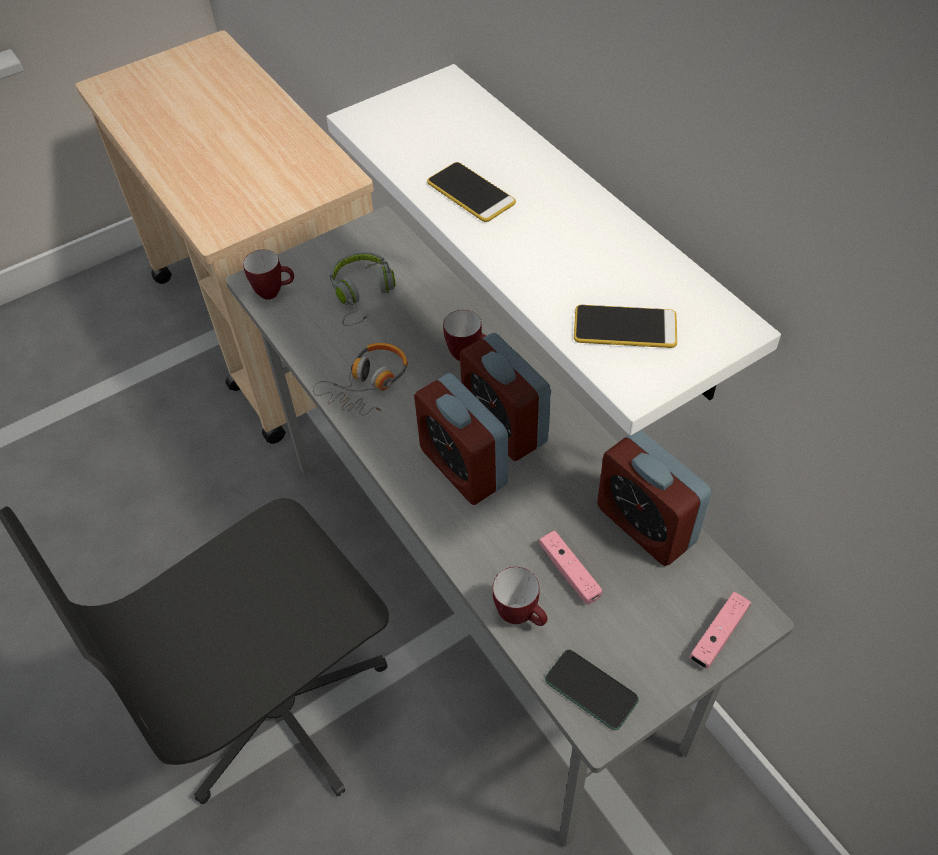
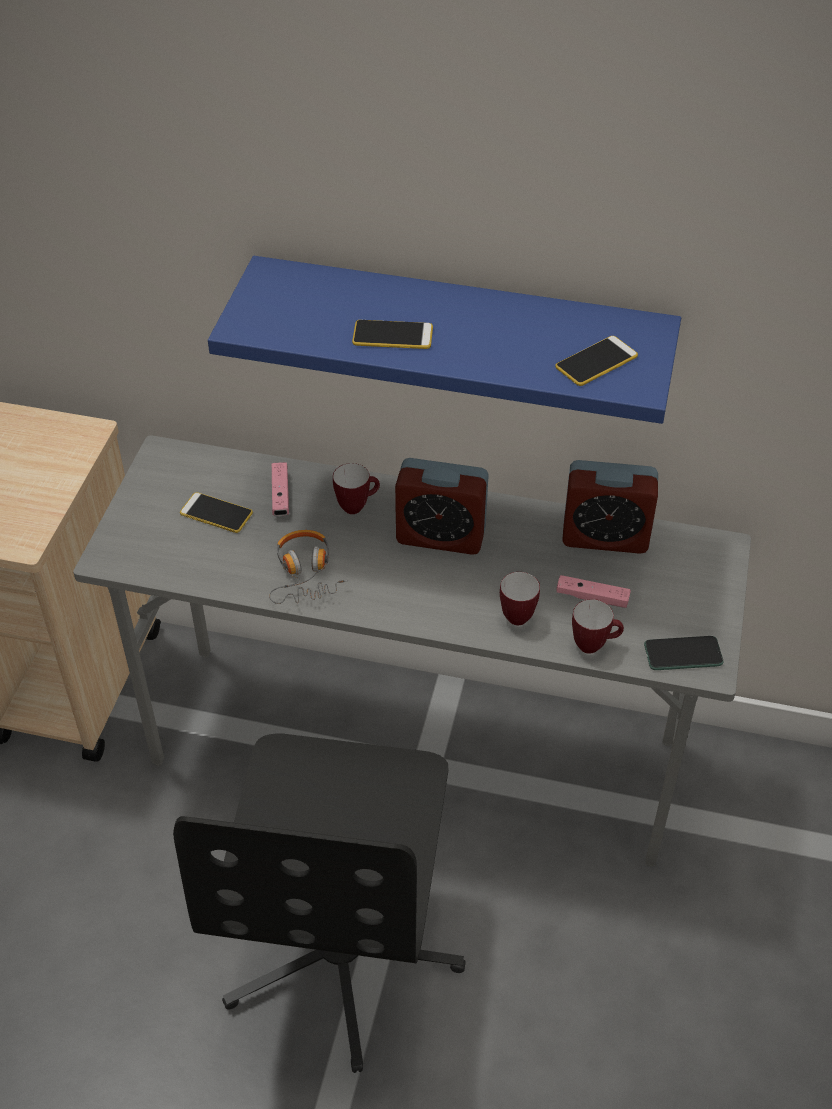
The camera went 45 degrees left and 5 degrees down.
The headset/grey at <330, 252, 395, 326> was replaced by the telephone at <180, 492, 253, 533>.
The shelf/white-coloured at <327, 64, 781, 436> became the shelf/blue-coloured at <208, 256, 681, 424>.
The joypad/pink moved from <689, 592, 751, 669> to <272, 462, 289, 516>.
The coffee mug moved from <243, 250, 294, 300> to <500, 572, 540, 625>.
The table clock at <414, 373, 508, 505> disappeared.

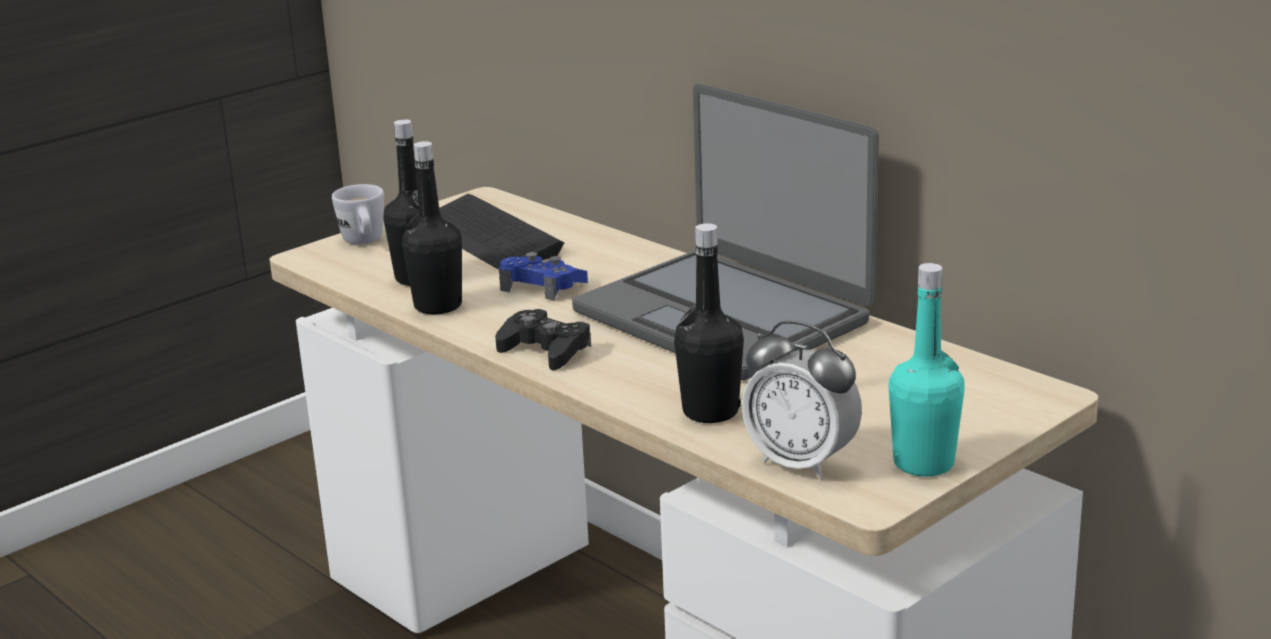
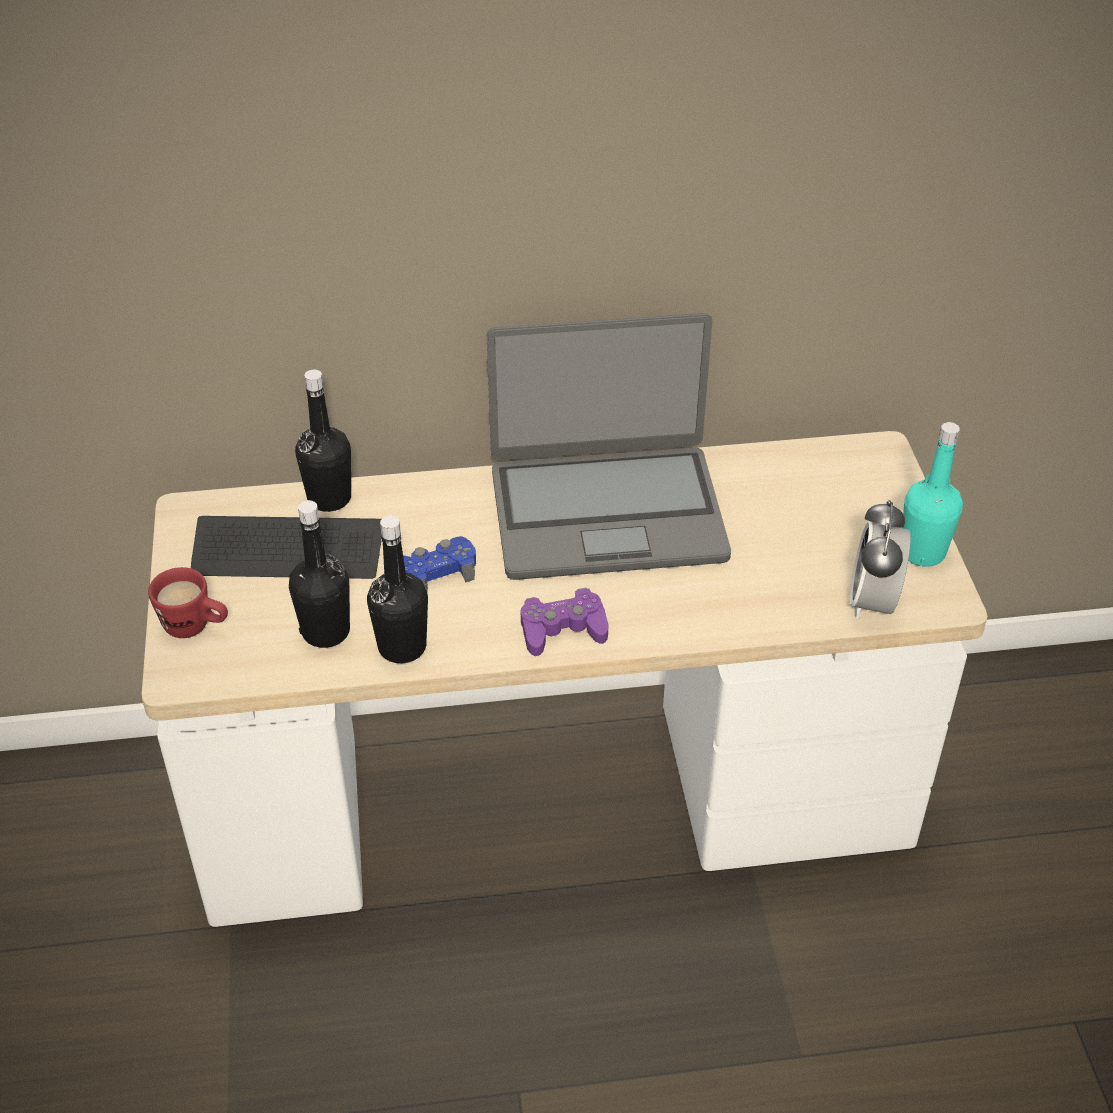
The camera went 55 degrees left and 20 degrees up.
The coffee mug/white-coloured at <332, 184, 384, 244> became the coffee mug/red at <148, 567, 228, 638>.
The beverage bottle/black moved from <674, 223, 744, 423> to <295, 370, 351, 512>.
The joypad/black at <495, 309, 591, 370> became the joypad/purplish at <521, 588, 608, 656>.
The table clock at <742, 320, 862, 479> turned 120 degrees clockwise.

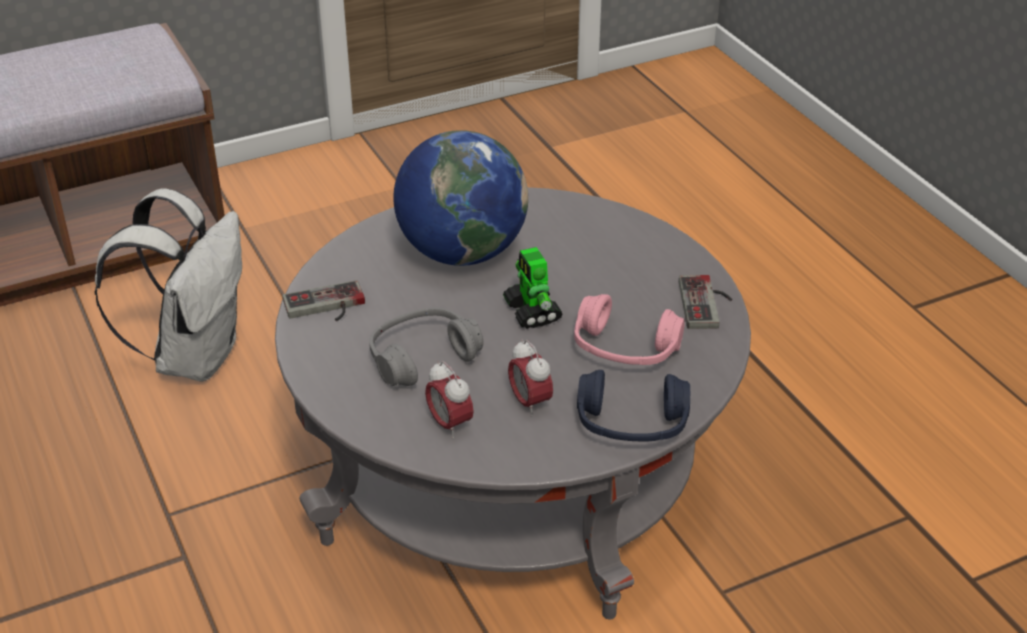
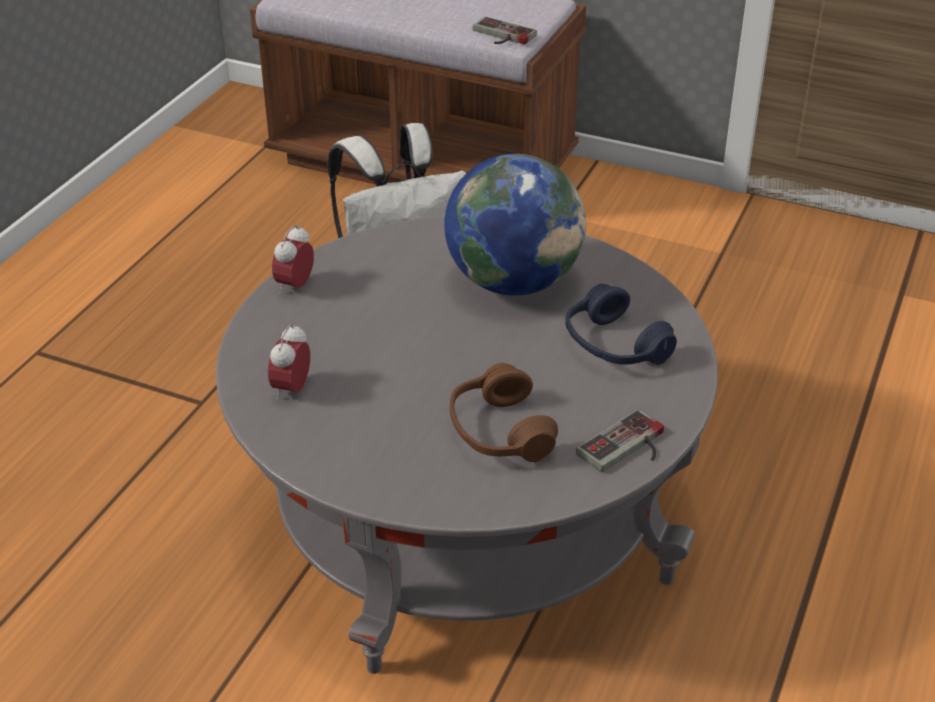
The camera went 50 degrees right and 0 degrees up.
The table clock moved from <508, 339, 553, 417> to <272, 225, 314, 294>.
The headset/pink at <574, 294, 685, 365> became the headset/brown-coloured at <449, 363, 558, 462>.
The joypad moved from <282, 280, 365, 321> to <473, 17, 537, 45>.
The headset/blue-coloured moved from <577, 370, 690, 442> to <565, 284, 677, 365>.
The headset/grey at <369, 307, 483, 386> disappeared.
The model robot at <503, 247, 563, 329> disappeared.

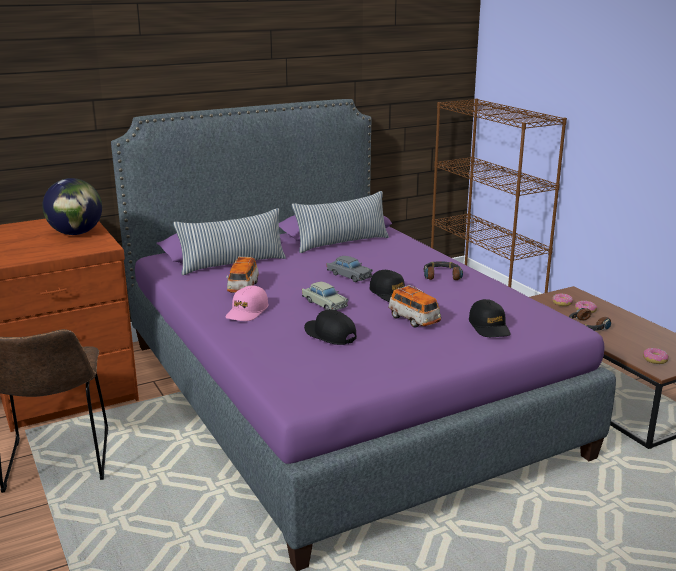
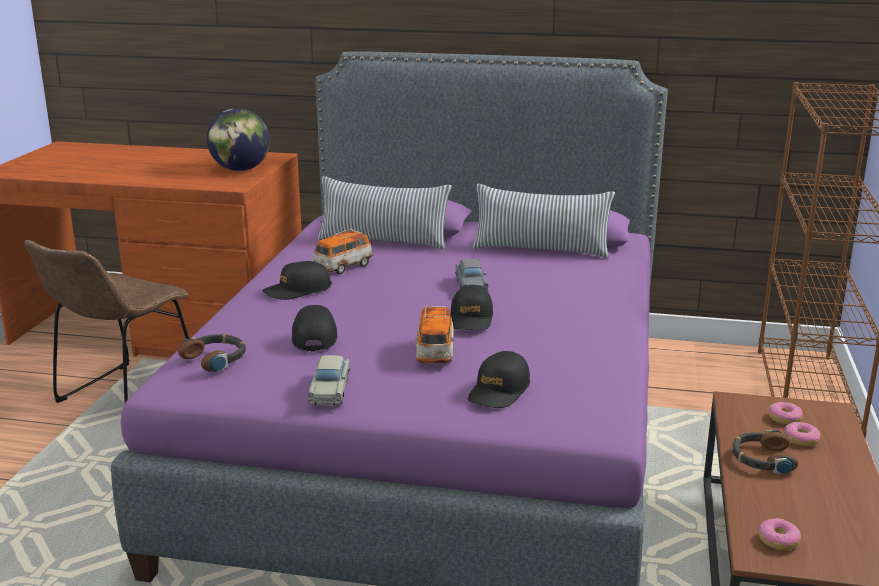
The camera went 40 degrees right and 0 degrees up.
The headset moved from <423, 261, 463, 280> to <178, 334, 246, 372>.
The peaked cap/pink at <226, 286, 269, 321> became the peaked cap/black at <262, 261, 332, 300>.
The miniature car/sand-coloured moved from <302, 281, 348, 311> to <308, 355, 350, 406>.

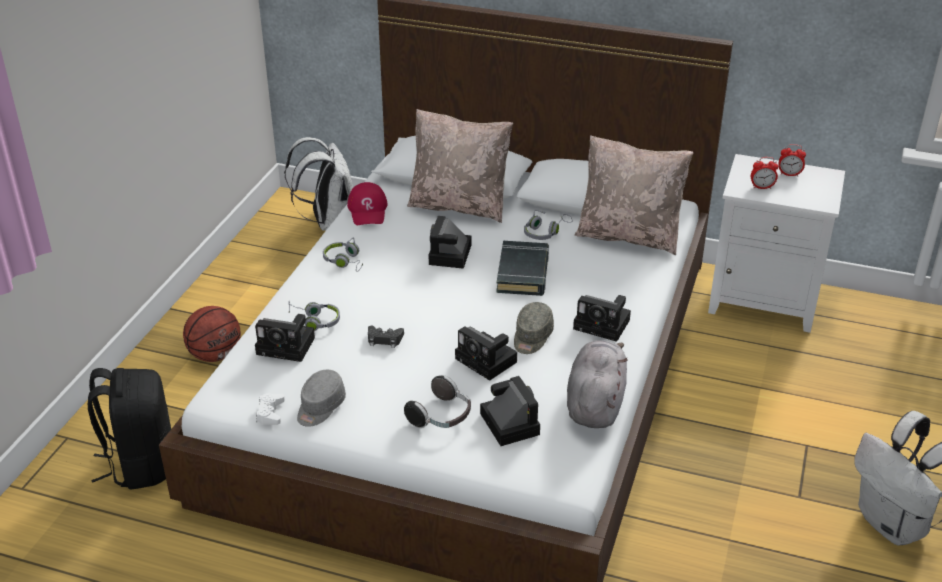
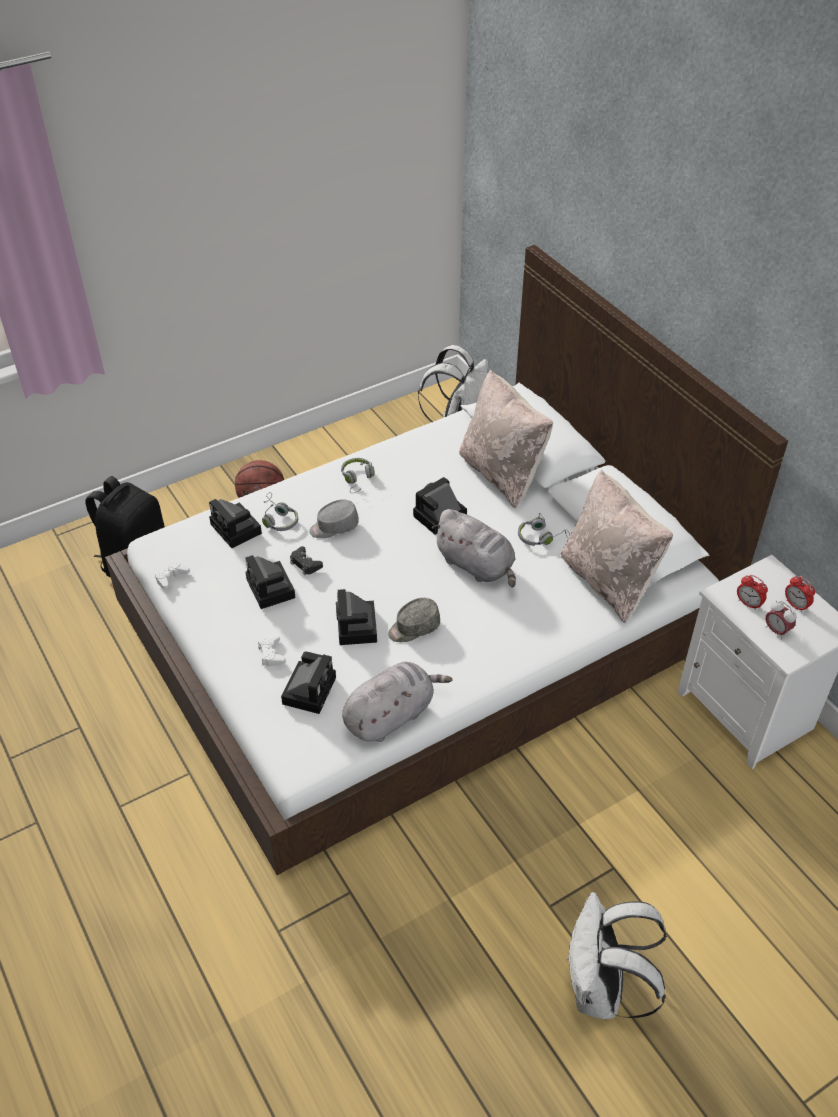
The camera went 40 degrees right and 10 degrees up.
The still camera moved from <573, 295, 631, 342> to <245, 555, 295, 609>.
The headset at <404, 375, 471, 428> was replaced by the joypad/white-coloured at <258, 634, 286, 666>.
The peaked cap/grey moved from <297, 369, 346, 427> to <309, 499, 359, 539>.
The bound book/black at <496, 241, 549, 296> was replaced by the soft toy/grey at <432, 509, 516, 588>.
The table clock at <766, 600, 796, 639> appeared.
The peaked cap/red at <347, 182, 388, 225> disappeared.

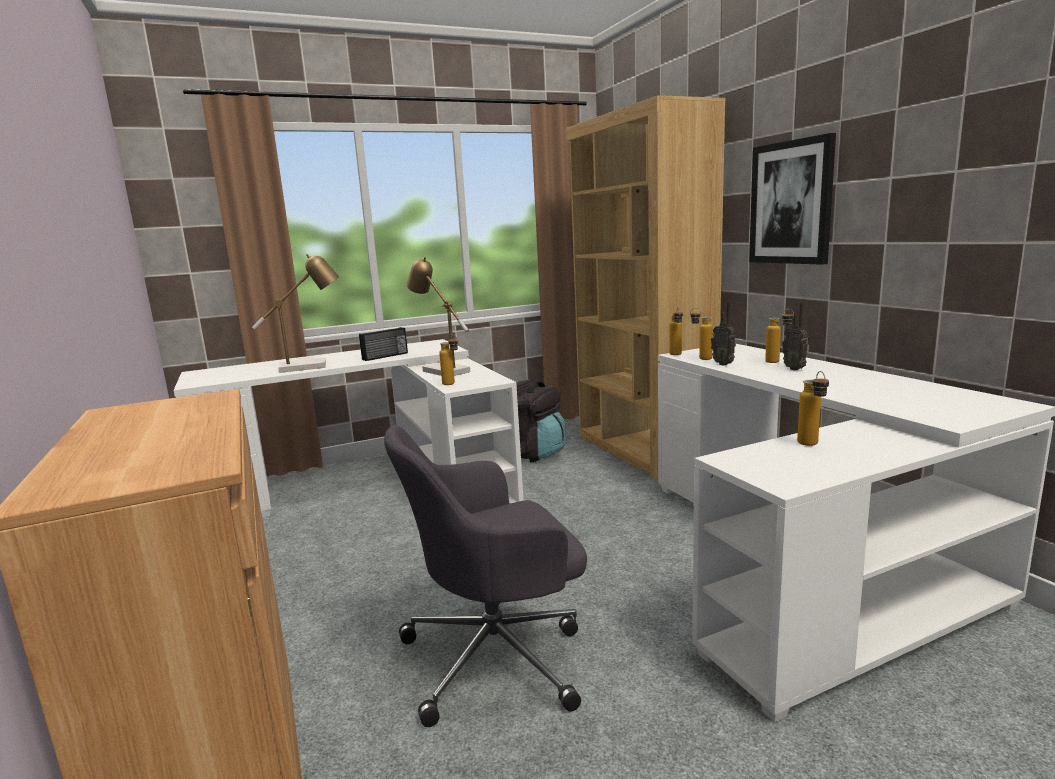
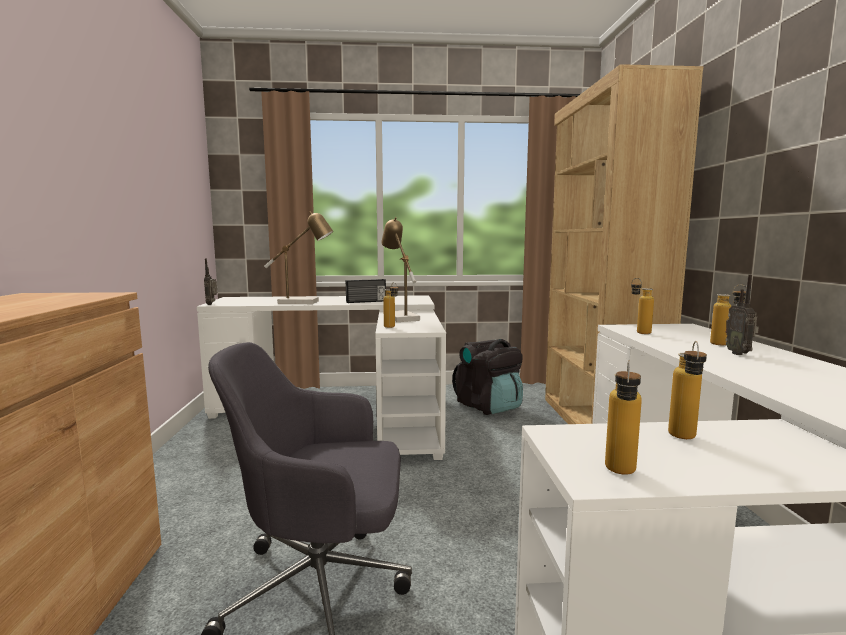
The camera went 20 degrees right and 5 degrees down.
The radio receiver moved from <711, 301, 736, 366> to <204, 259, 217, 305>.
The beverage bottle moved from <669, 307, 683, 355> to <605, 360, 642, 475>.
The wall art at <749, 133, 836, 265> disappeared.

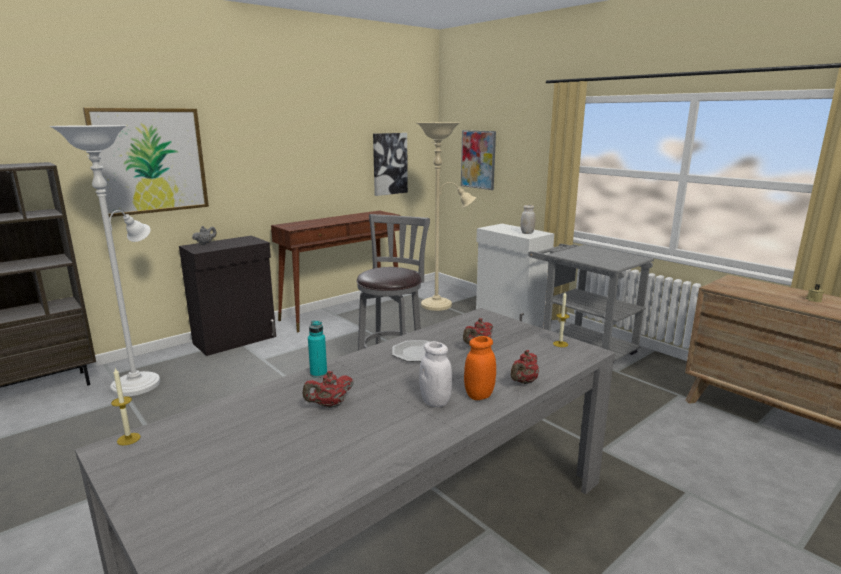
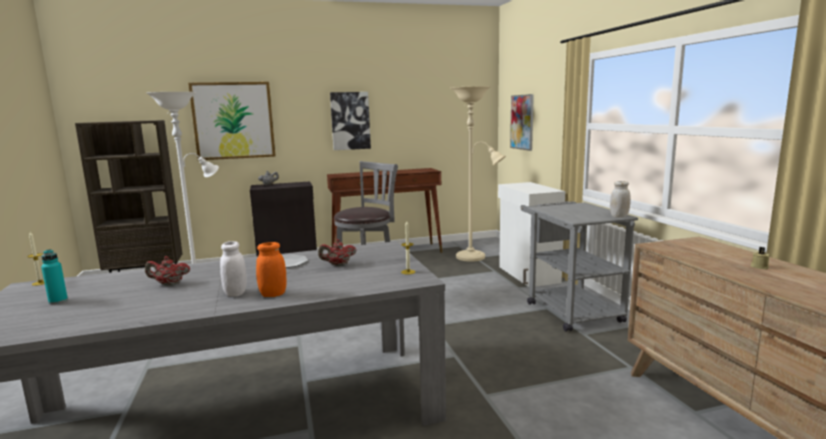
The camera went 25 degrees right and 5 degrees down.
The beverage bottle/turquoise-coloured moved from <308, 320, 327, 378> to <41, 249, 68, 304>.
The wall art moved from <373, 133, 408, 196> to <330, 92, 371, 150>.
The storage jar/white-coloured moved from <520, 205, 535, 234> to <610, 181, 631, 218>.
The pot for tea/red at <511, 350, 539, 384> disappeared.

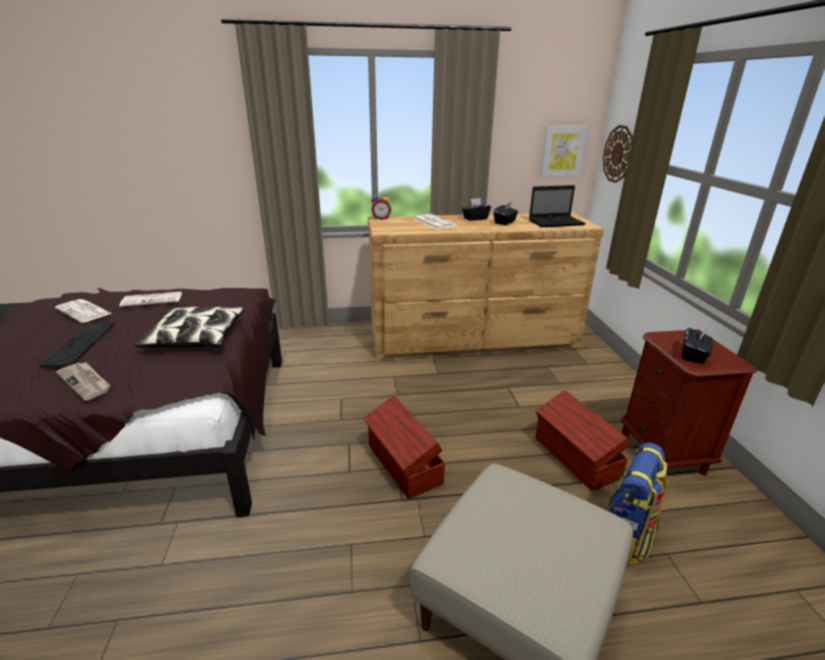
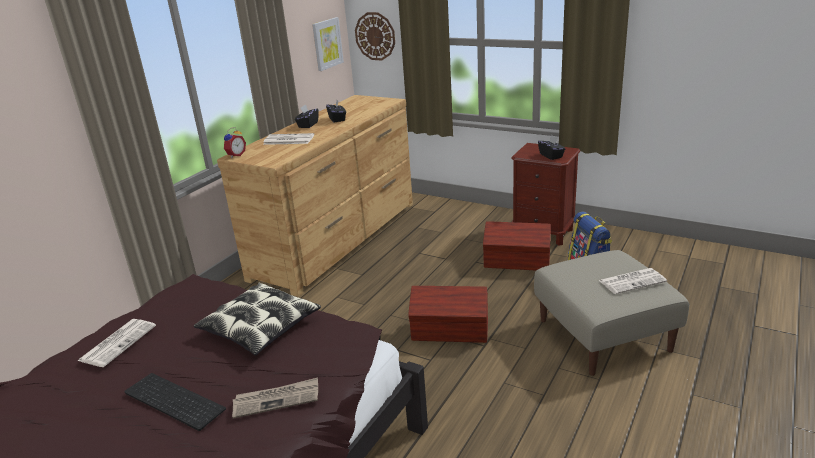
The camera went 50 degrees left and 0 degrees up.
The daily paper moved from <55, 299, 112, 323> to <599, 268, 667, 294>.
The laptop at <529, 185, 586, 227> disappeared.

